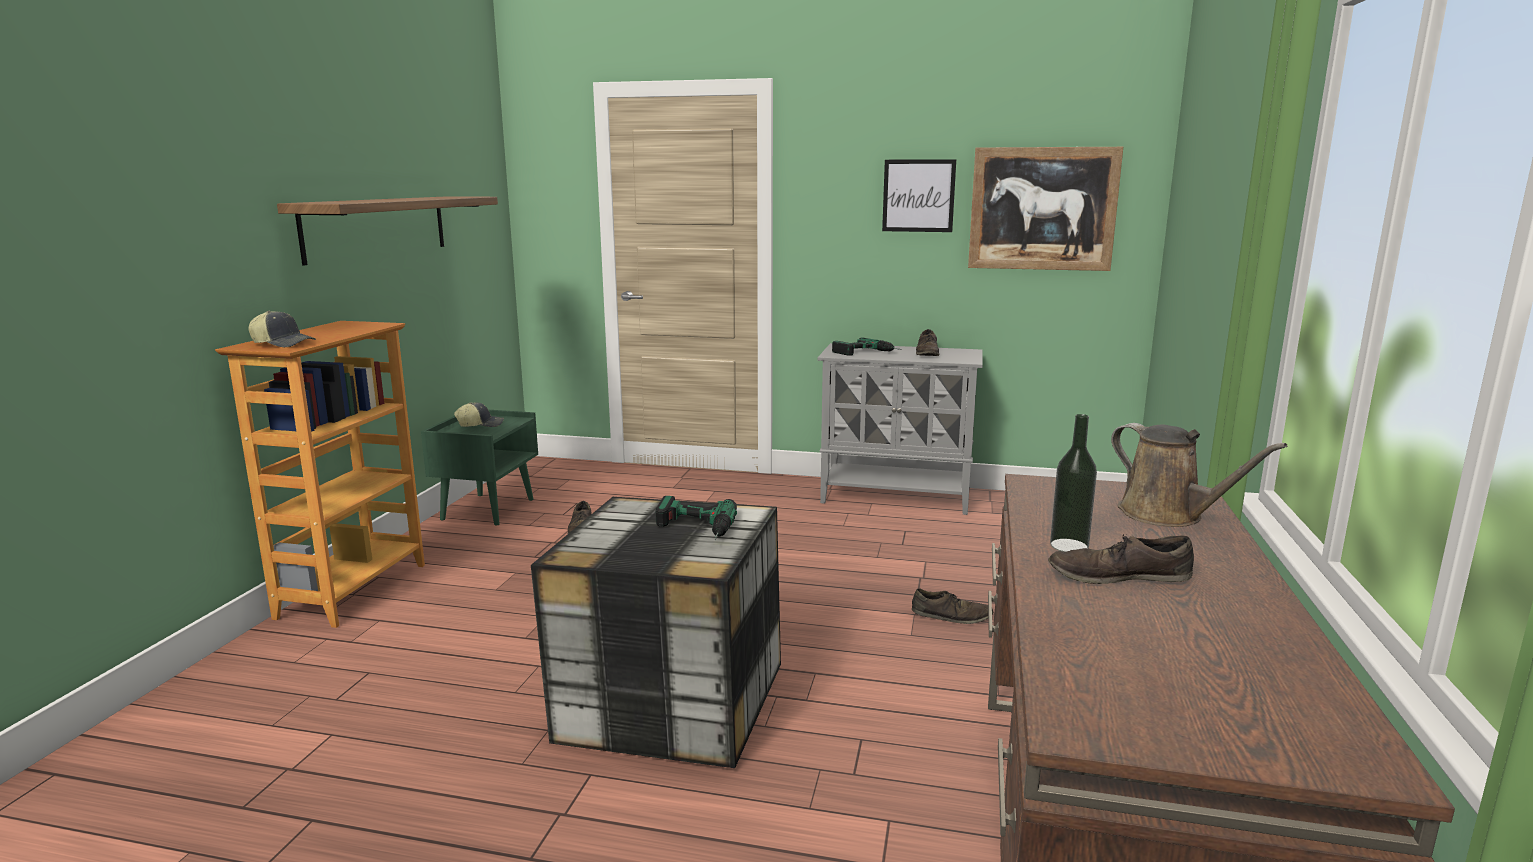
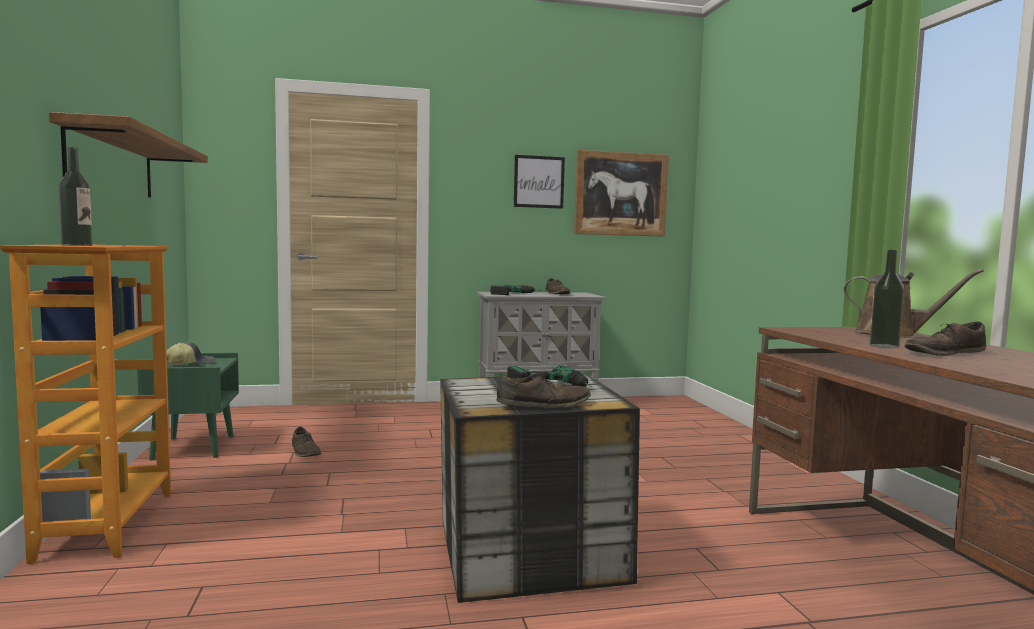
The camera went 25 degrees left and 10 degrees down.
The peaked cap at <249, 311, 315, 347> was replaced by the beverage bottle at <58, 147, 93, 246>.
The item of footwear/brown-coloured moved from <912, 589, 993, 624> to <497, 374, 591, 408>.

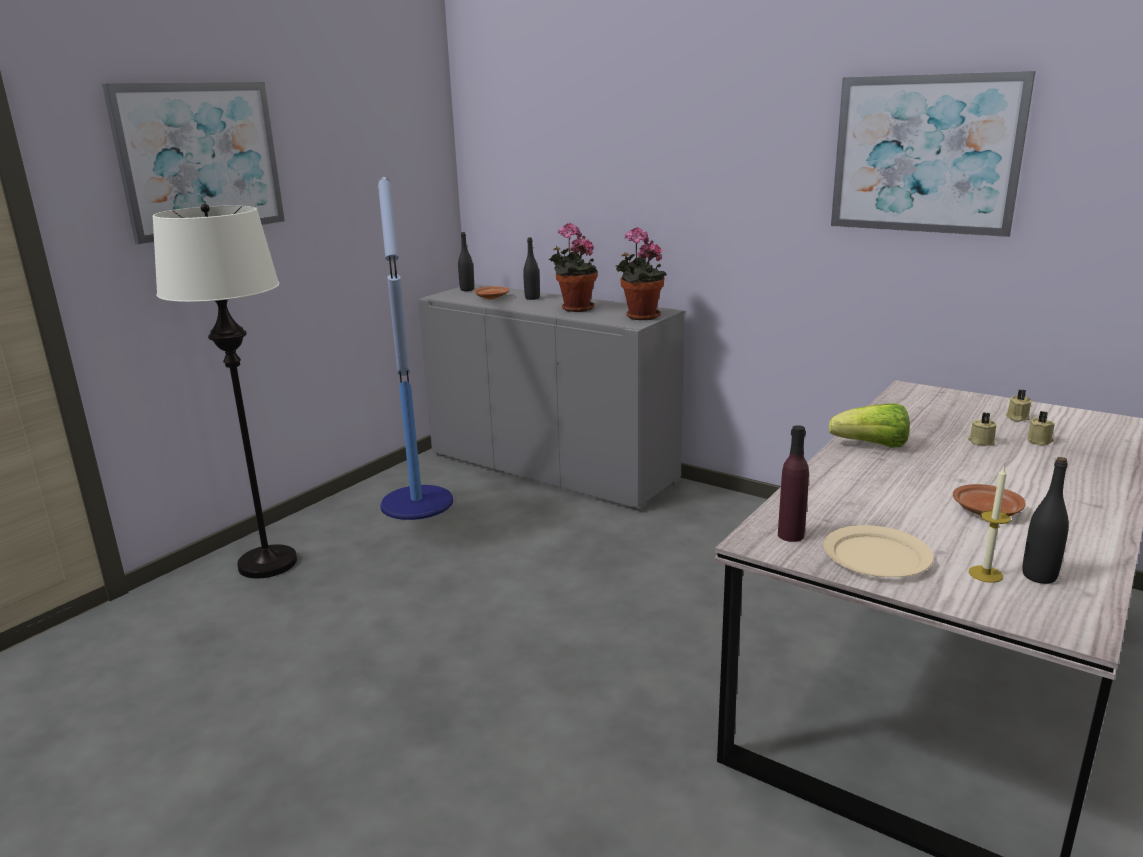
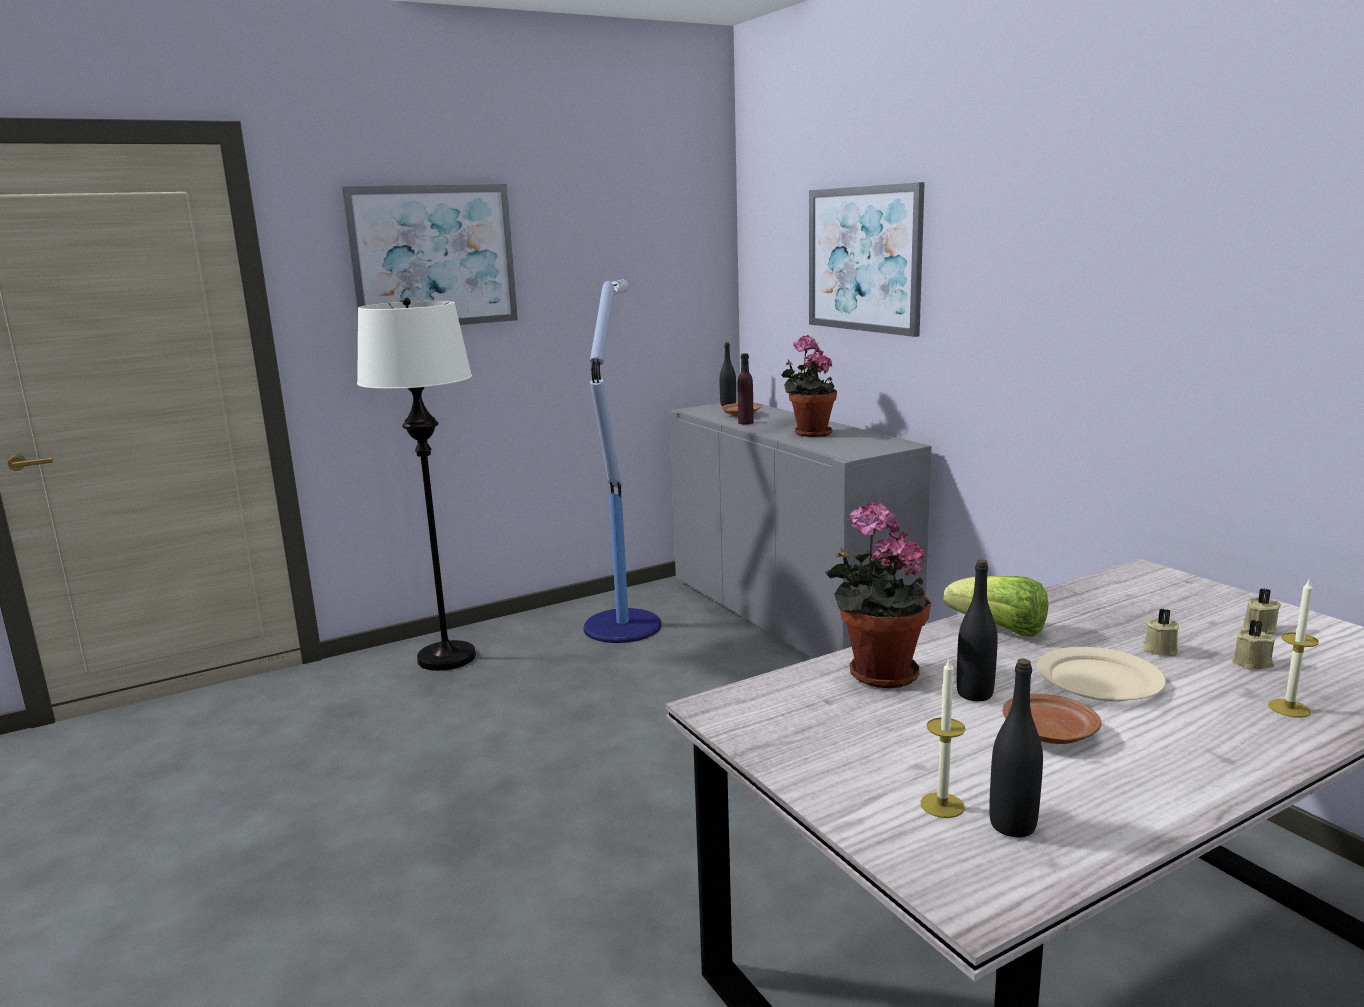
The camera went 25 degrees right and 5 degrees down.
The beverage bottle/purplish moved from <778, 425, 809, 542> to <738, 353, 754, 424>.
The wall art moved from <831, 71, 1036, 237> to <809, 182, 925, 337>.
The houseplant moved from <616, 227, 667, 320> to <825, 501, 931, 688>.
The beverage bottle/black moved from <523, 237, 540, 300> to <957, 560, 998, 701>.
The flat dish/sand-coloured moved from <823, 525, 933, 577> to <1037, 647, 1166, 701>.
The candle at <1268, 578, 1319, 718> appeared.

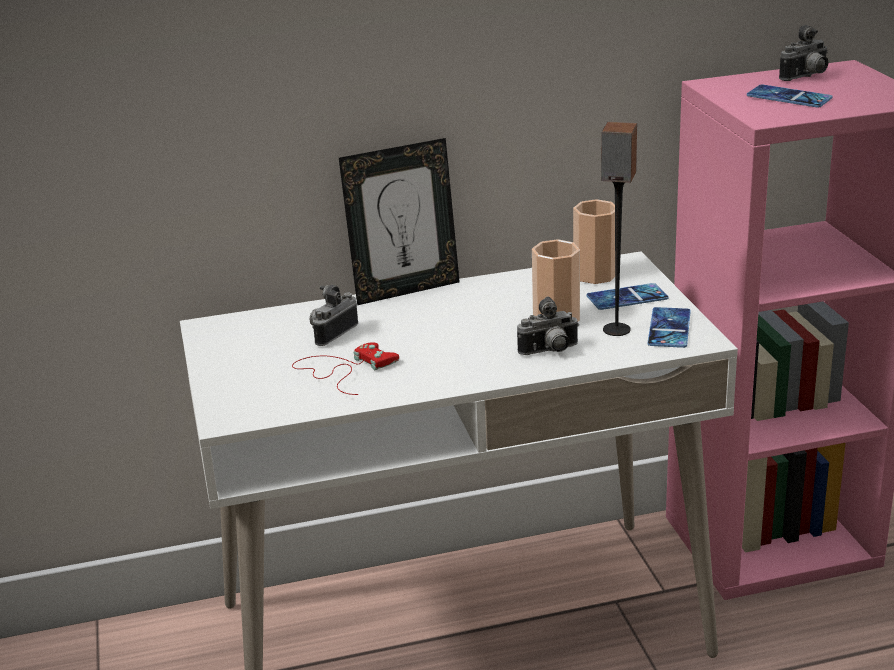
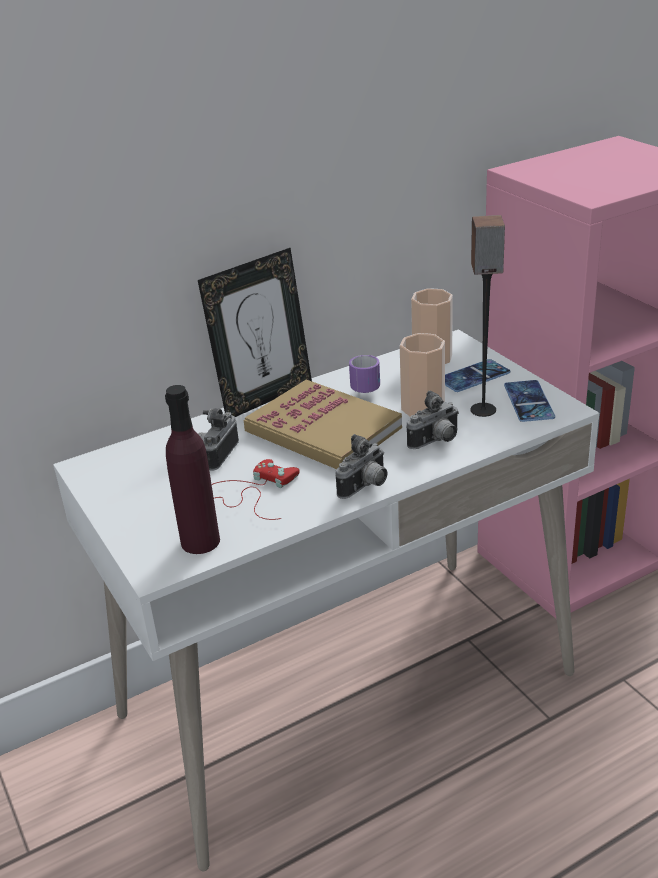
The camera went 15 degrees left and 5 degrees up.
The beverage bottle/purplish at <165, 385, 220, 554> appeared.
The bound book at <244, 380, 402, 469> appeared.
The still camera moved from <779, 25, 828, 81> to <335, 434, 388, 499>.
The coffee mug at <349, 355, 380, 393> appeared.
The telephone at <747, 84, 833, 108> disappeared.

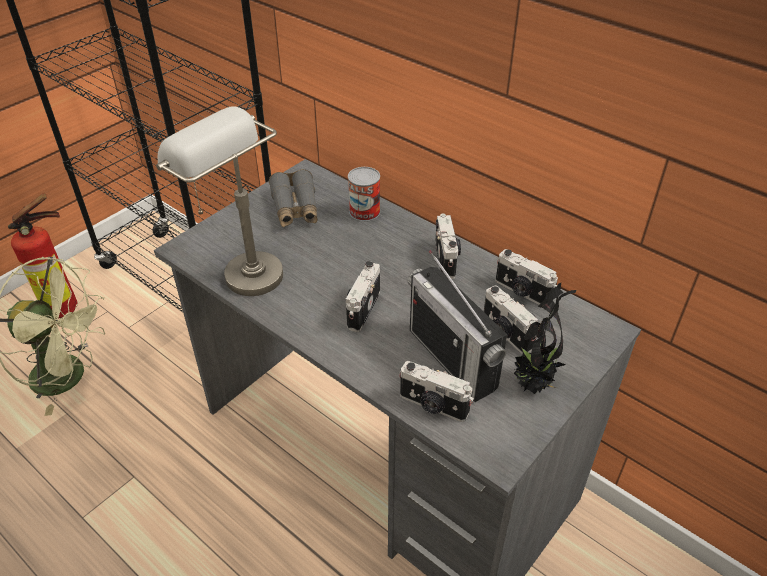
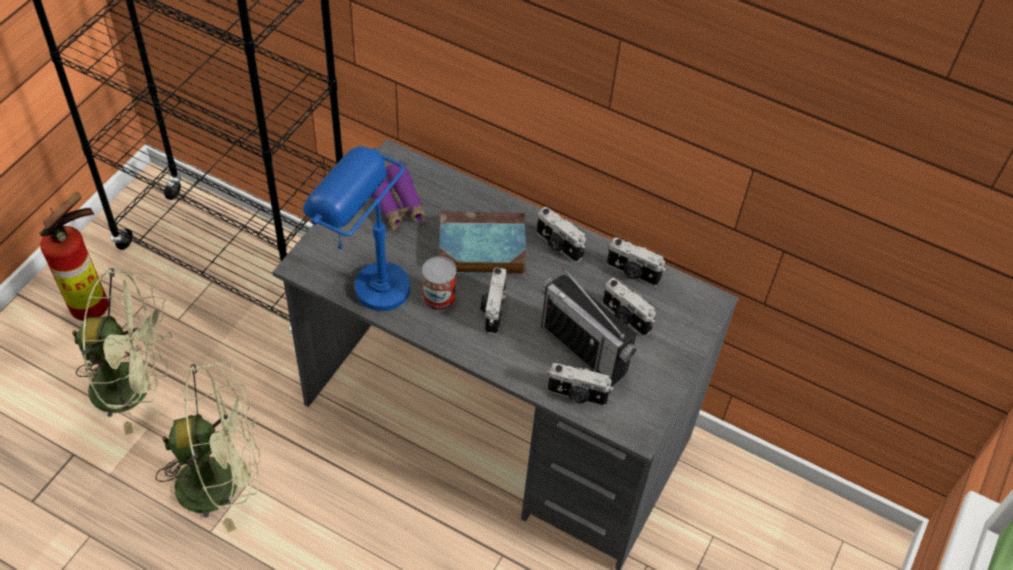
The camera went 15 degrees left and 10 degrees up.
The fan/greenish at <156, 362, 260, 533> appeared.
The lamp for a table/grey at <156, 107, 283, 296> became the lamp for a table/blue-coloured at <303, 146, 410, 311>.
The field glasses/grey at <269, 169, 317, 227> became the field glasses/purplish at <372, 161, 426, 230>.
The metal can moved from <348, 167, 380, 221> to <422, 257, 456, 311>.
The bound book at <439, 212, 526, 274> appeared.
The still camera at <435, 214, 461, 279> turned 150 degrees clockwise.
The houseplant at <514, 283, 576, 394> disappeared.

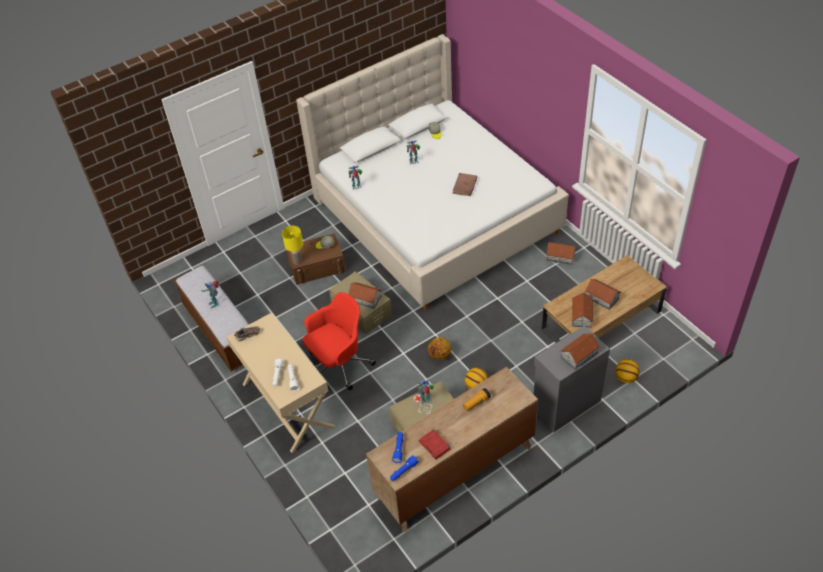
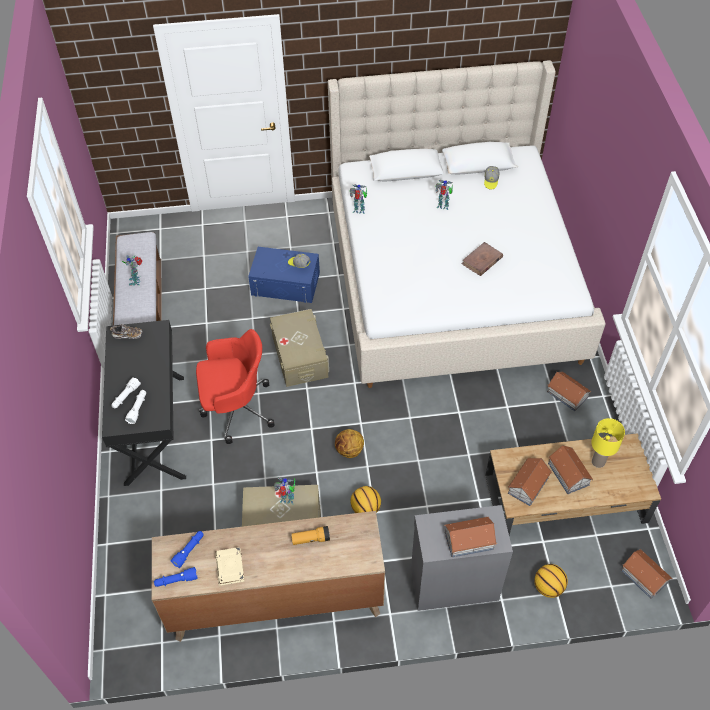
The camera went 25 degrees right and 5 degrees up.
The desk/sand-coloured at <227, 313, 335, 453> became the desk/black at <102, 320, 186, 486>.
The bound book/red at <419, 429, 451, 460> became the bound book/sand-coloured at <215, 547, 244, 586>.
The storage container/brown-coloured at <286, 233, 346, 285> became the storage container/blue-coloured at <248, 247, 320, 303>.
The lamp for a table/yellow moved from <282, 226, 303, 265> to <591, 418, 625, 468>.
The toy house moved from <349, 282, 382, 309> to <621, 549, 672, 599>.

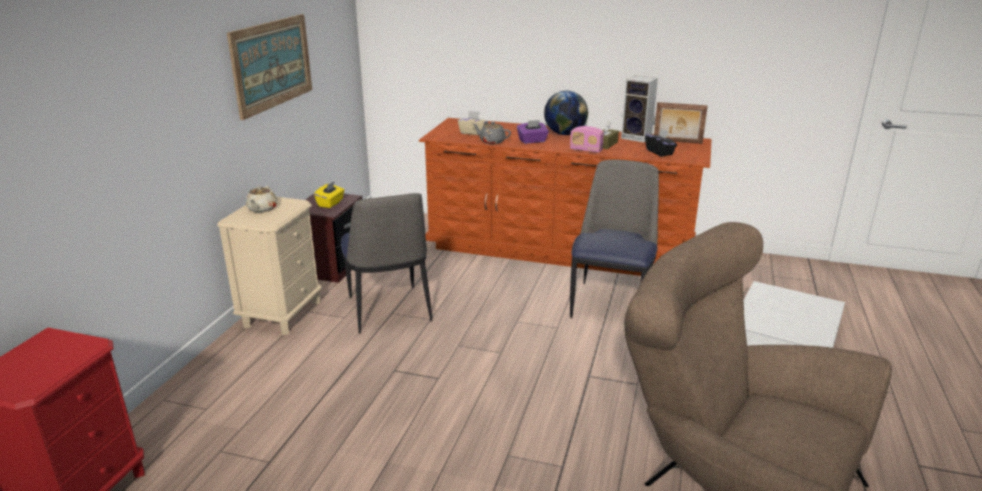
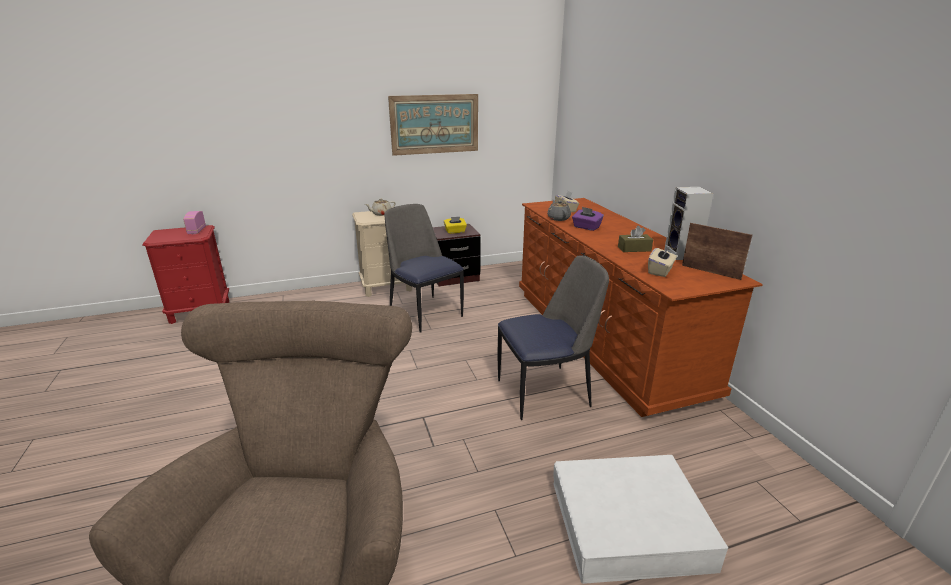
The camera went 55 degrees right and 0 degrees up.
The radio receiver moved from <570, 126, 604, 153> to <183, 211, 206, 234>.
The chair at <341, 193, 432, 334> turned 105 degrees clockwise.
The tissue holder/black at <645, 128, 677, 156> became the tissue holder/sand-coloured at <648, 246, 677, 277>.
The picture frame at <654, 102, 708, 144> turned 150 degrees clockwise.
The desk globe at <544, 91, 588, 135> disappeared.

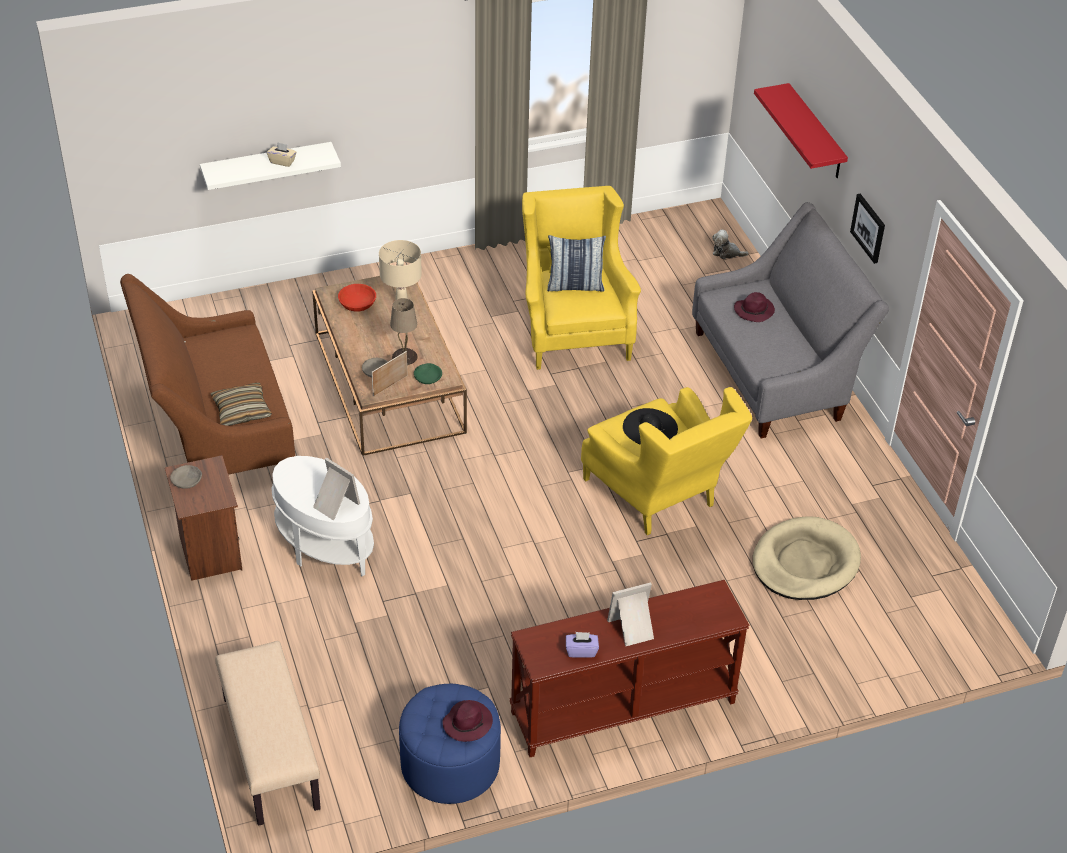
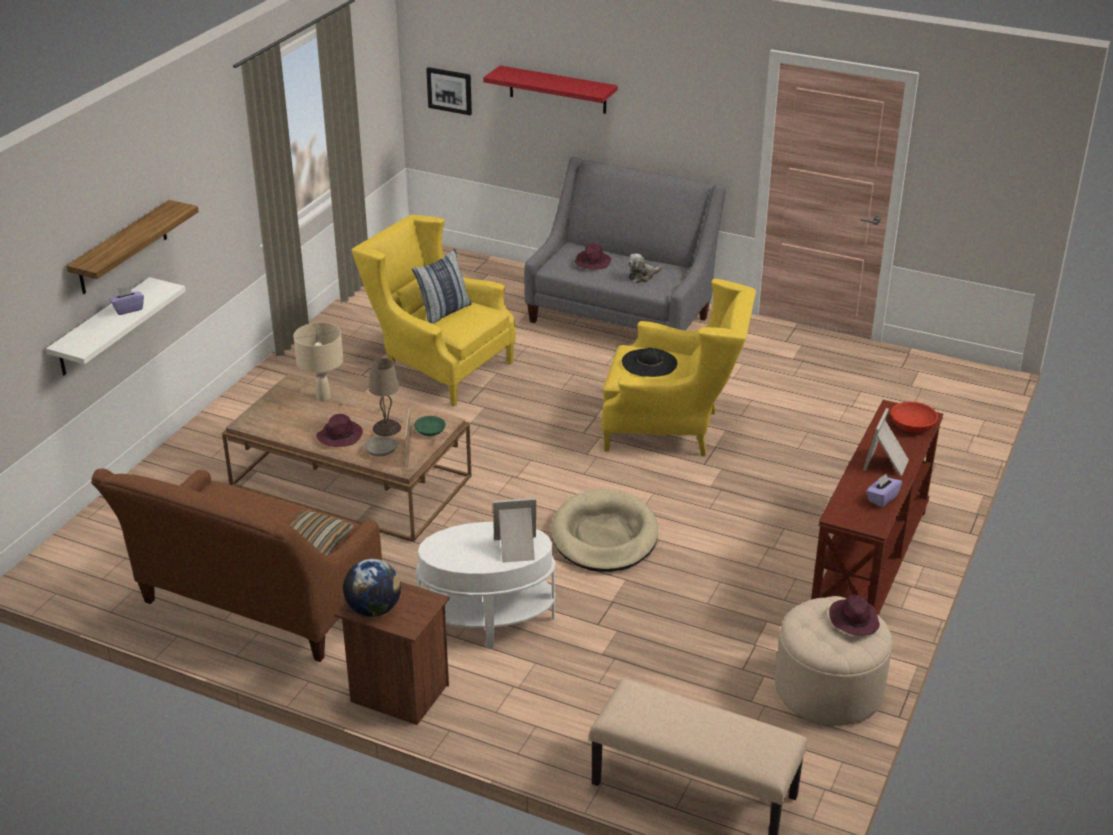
The camera went 45 degrees left and 10 degrees down.
The shelf at <66, 200, 199, 294> appeared.
The tissue holder/sand-coloured at <267, 142, 297, 167> became the tissue holder/purplish at <109, 286, 144, 315>.
The wearable hat/purplish at <316, 414, 363, 447> appeared.
The serving bowl/grey at <170, 465, 202, 489> was replaced by the desk globe at <343, 559, 401, 617>.
The wall art moved from <850, 194, 885, 264> to <426, 67, 472, 115>.
The dog bed/sand-coloured moved from <753, 516, 861, 600> to <551, 489, 658, 572>.
The soft toy moved from <712, 230, 748, 259> to <628, 254, 662, 283>.
The pouffe/blue-coloured at <399, 684, 501, 804> became the pouffe/sand-coloured at <775, 596, 892, 726>.
The serving bowl/red moved from <338, 284, 376, 312> to <891, 402, 938, 433>.

